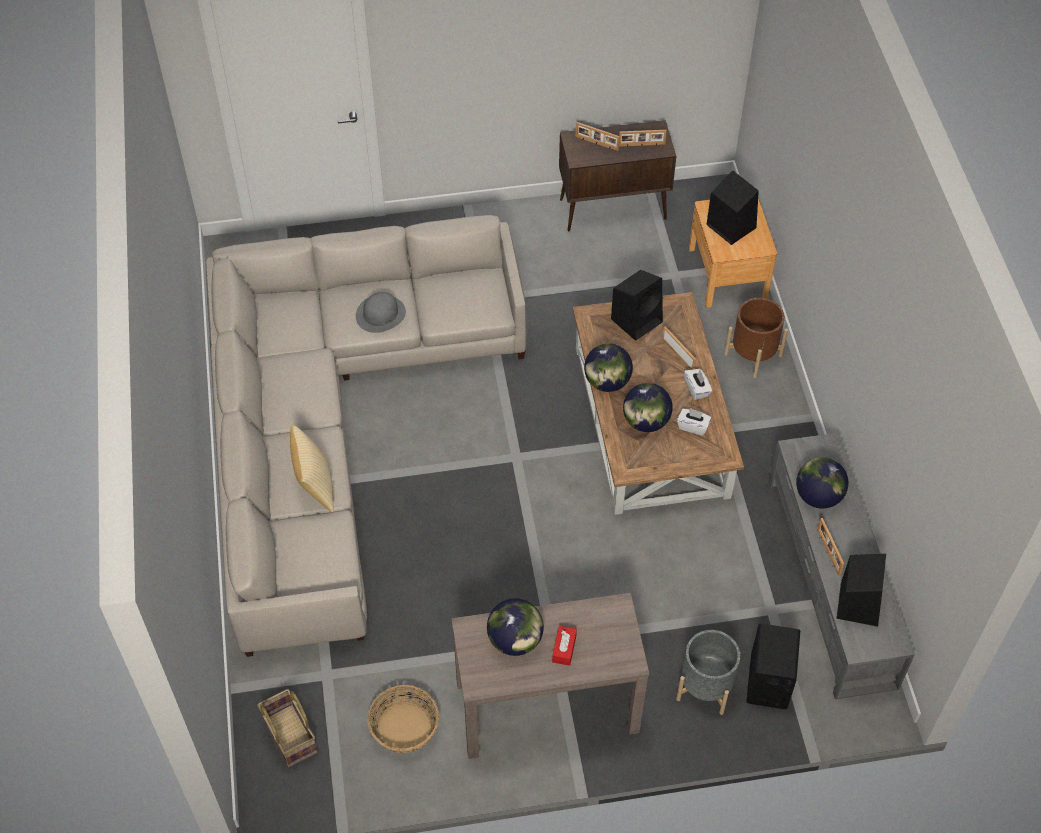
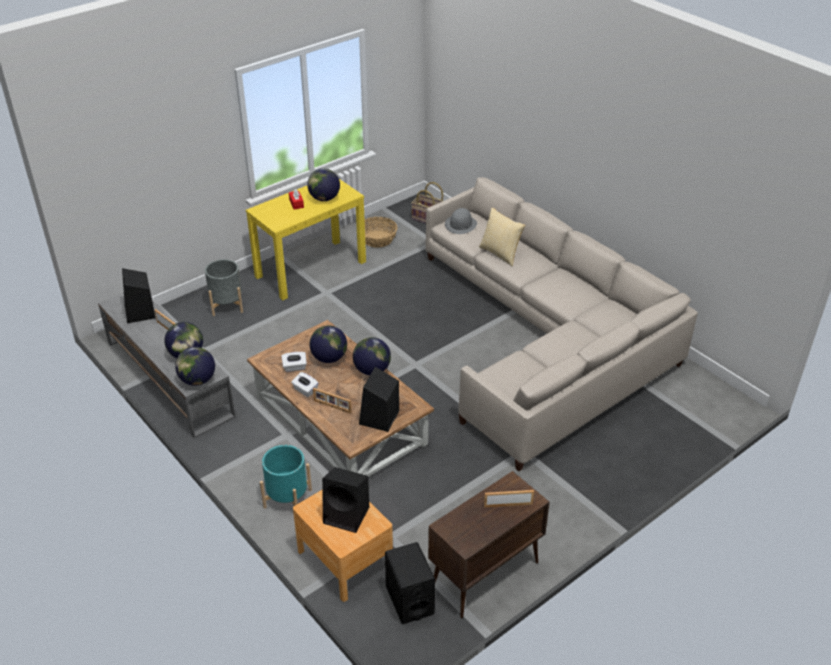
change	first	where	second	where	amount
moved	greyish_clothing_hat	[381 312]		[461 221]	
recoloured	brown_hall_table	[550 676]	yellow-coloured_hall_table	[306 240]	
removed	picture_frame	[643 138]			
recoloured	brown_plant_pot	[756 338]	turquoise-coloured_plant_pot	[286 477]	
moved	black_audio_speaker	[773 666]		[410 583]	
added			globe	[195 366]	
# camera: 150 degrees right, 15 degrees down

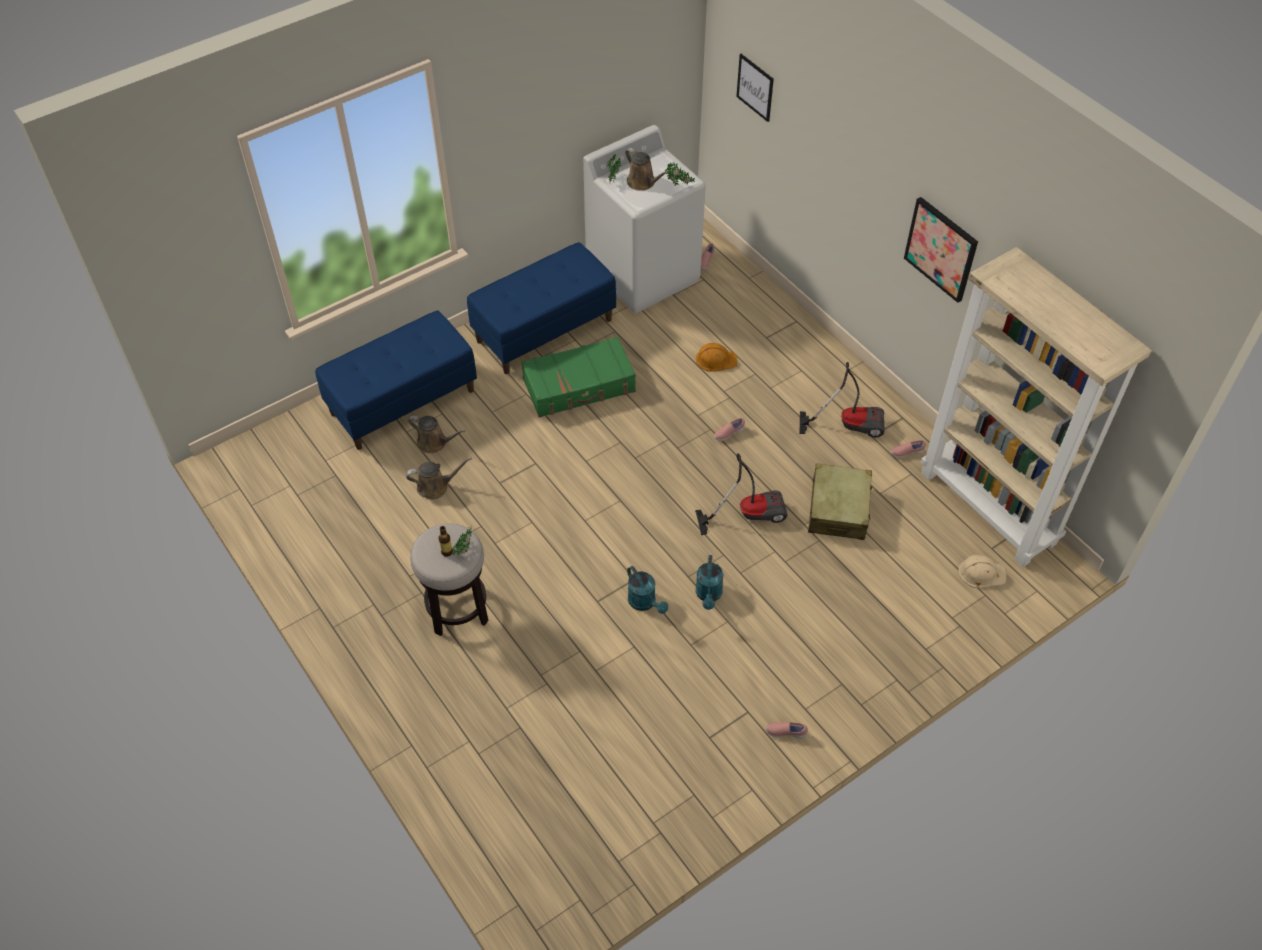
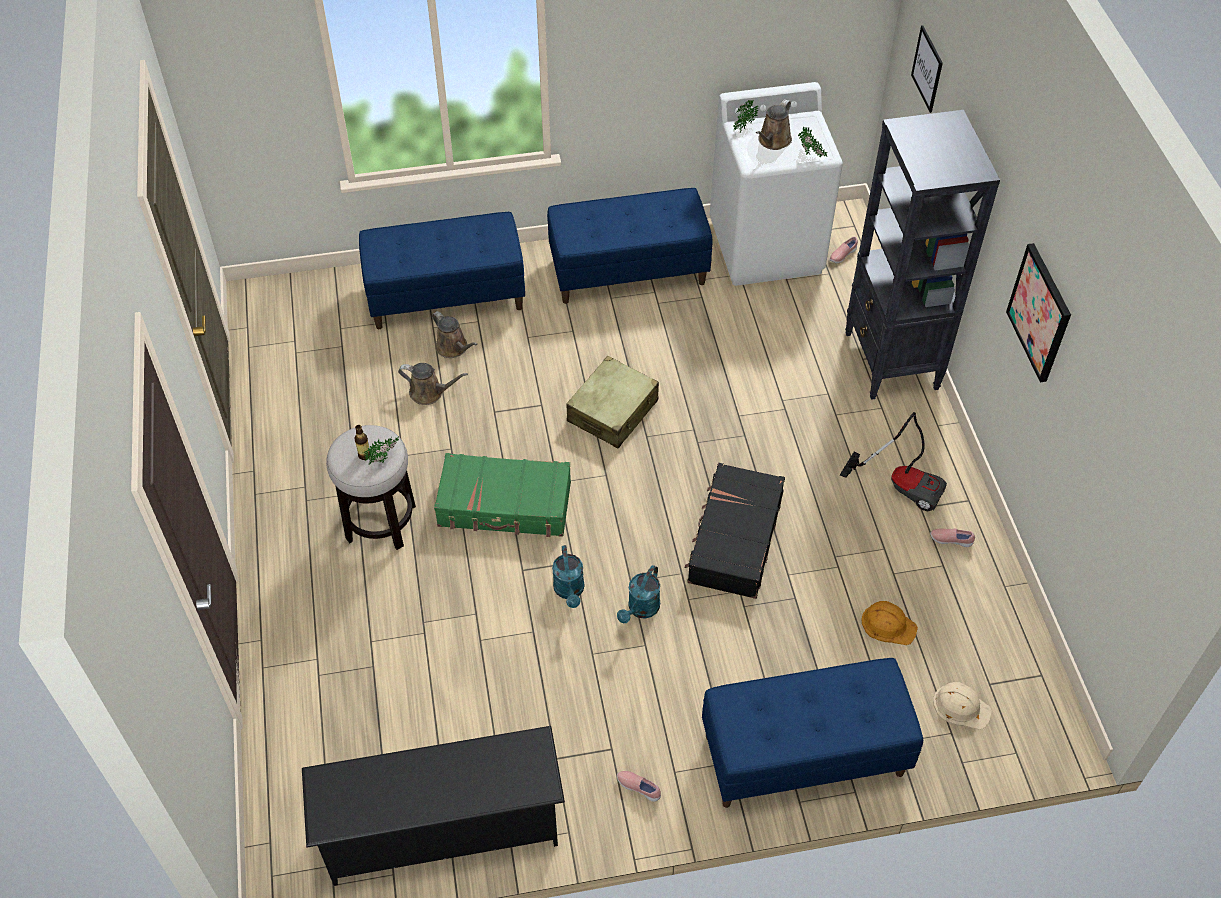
change	first	where	second	where	amount
moved	green-coloured_travel_case	[578 377]		[502 495]	
turned	brown_sprinkling_can	[646 169]		[774 124]	45 degrees clockwise
replaced	vacuum_cleaner	[741 494]	black_travel_case	[735 531]	
moved	orange_hard_hat	[717 357]		[889 623]	
removed	pink_item_of_footwear	[729 429]			
moved	beige-coloured_travel_case	[840 501]		[612 402]	
removed	beige-coloured_bookshelf	[1036 407]			
added			black_shoe_stand	[433 806]	
added			blue-coloured_indoor_bench	[812 733]	
added			black_bookshelf	[922 255]	
# camera: 25 degrees right, 0 degrees up

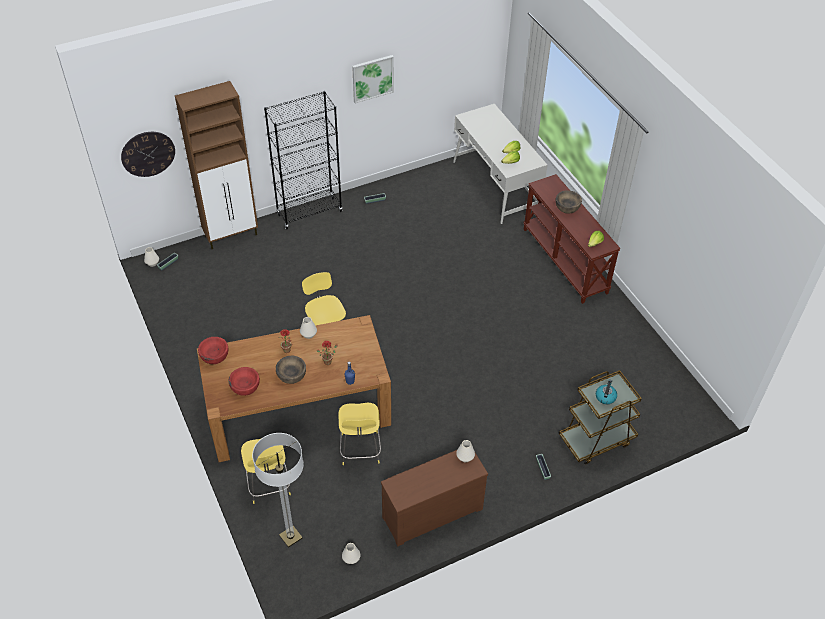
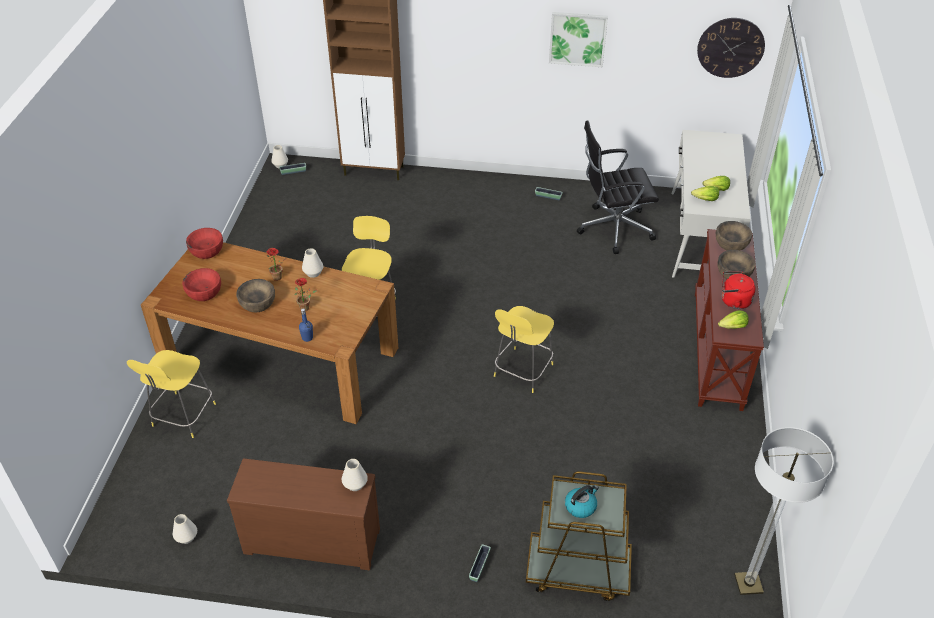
change	first	where	second	where	amount
moved	clock_on_the_wall	[148 154]		[731 48]	
moved	standing_lamp	[278 490]		[784 511]	
removed	black_bookshelf	[303 160]			
moved	yellow-coloured_sitting_stool	[359 434]		[524 349]	
added			black_computer_chair	[618 187]	
added			brown_serving_bowl	[734 235]	
added			red-coloured_kettle	[739 290]	
# camera: 35 degrees right, 5 degrees down

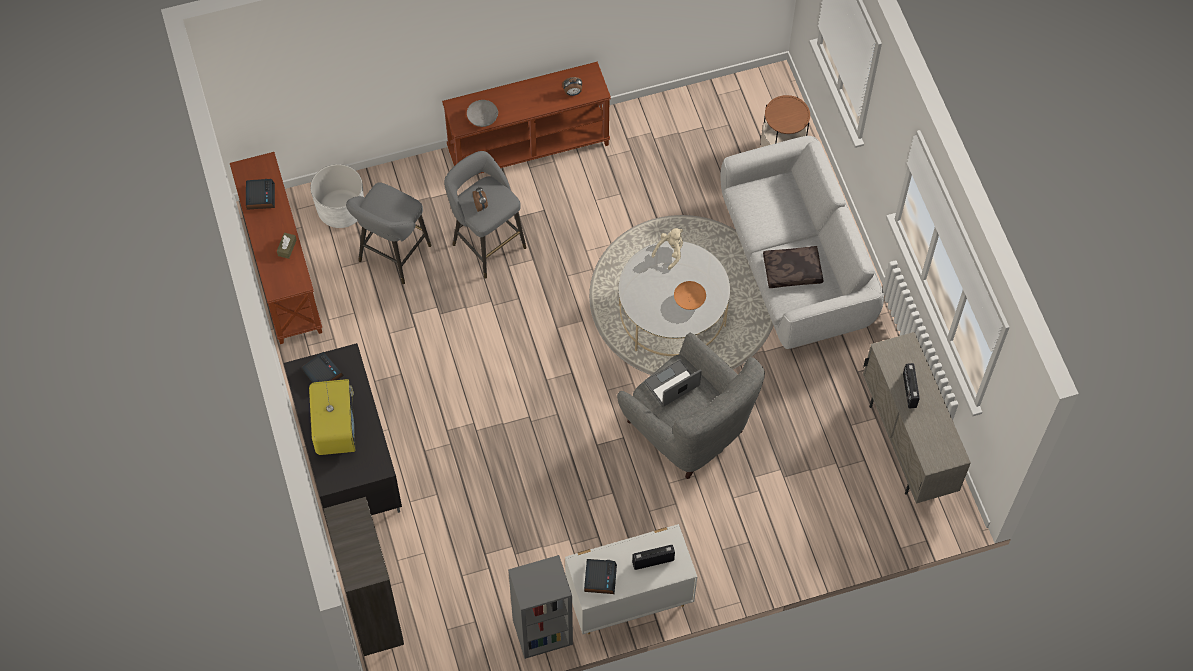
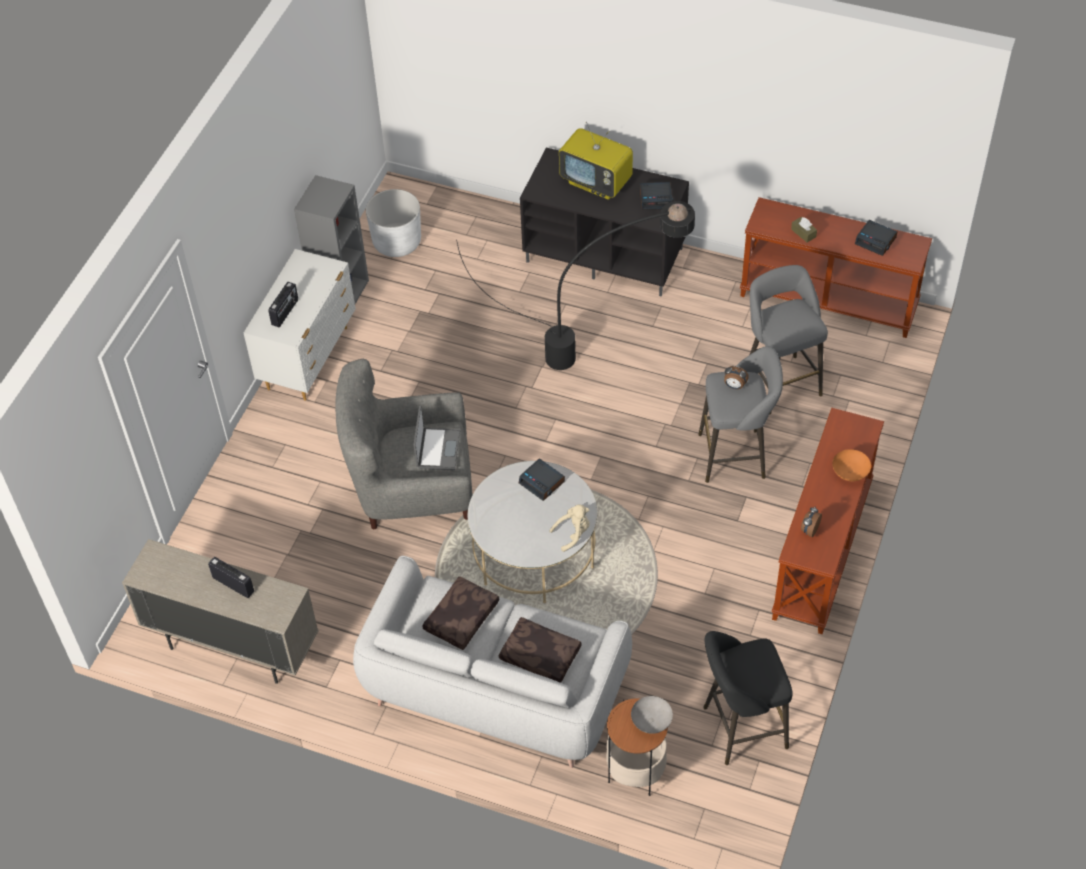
change	first	where	second	where	amount
moved	white_plant_pot	[337 196]		[393 223]	
removed	brown_bookshelf	[364 576]			
moved	greyish_serving_bowl	[482 113]		[652 715]	
moved	alarm_clock	[600 576]		[542 479]	
turned	beige-coloured_plush_toy	[667 249]		[569 528]	105 degrees counterclockwise
moved	orange_serving_bowl	[690 295]		[851 465]	
added			black_standing_lamp	[575 285]	
added			brown_cushion	[540 650]	
added			black_sitting_stool	[748 698]	
# camera: 130 degrees right, 10 degrees down

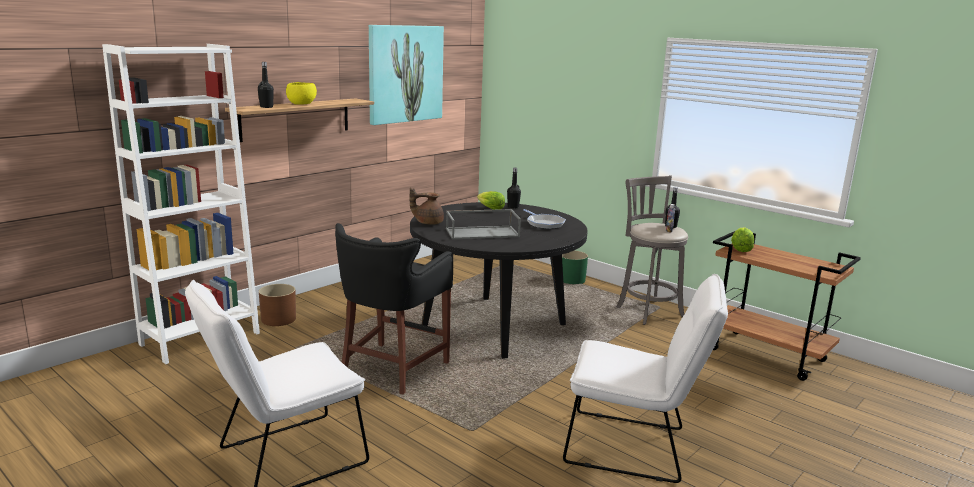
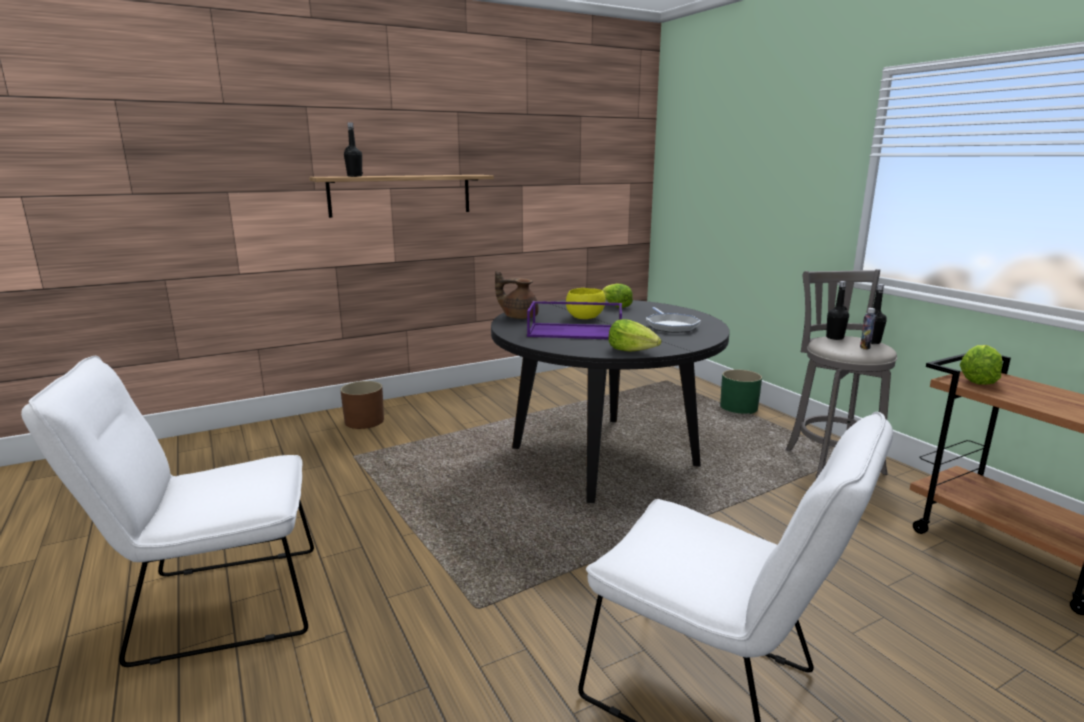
change	first	where	second	where	amount
removed	white_bookshelf	[181 204]			
moved	yellow-coloured_serving_bowl	[301 93]		[586 303]	
removed	black_sitting_stool	[394 309]			
removed	picture	[406 75]			
recoloured	greyish_tray	[483 224]	purplish_tray	[574 320]	
moved	black_drink_bottle	[514 188]		[837 310]	
added			head_of_lettuce	[635 335]	
# camera: 20 degrees right, 0 degrees up

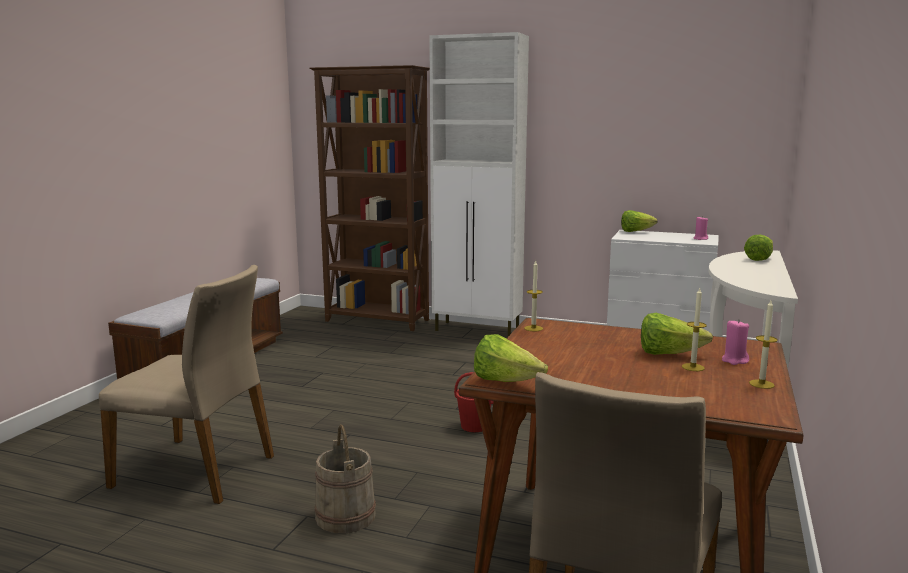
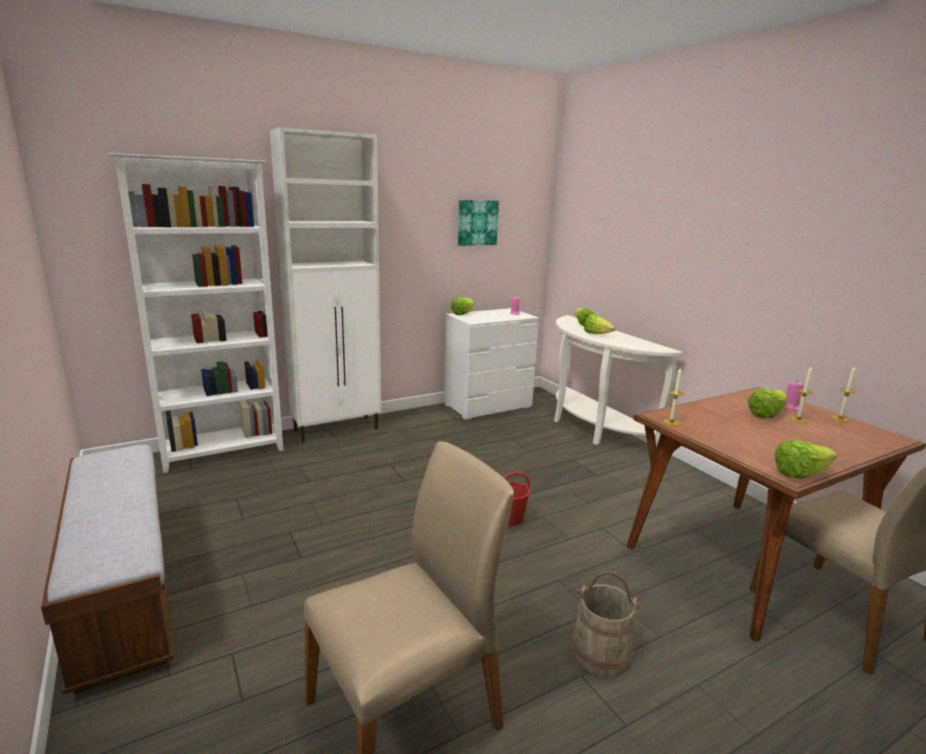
change	first	where	second	where	amount
recoloured	brown_bookshelf	[369 198]	white_bookshelf	[195 313]	
added			picture	[478 223]	
added			head_of_lettuce	[600 324]	
# camera: 50 degrees left, 5 degrees up

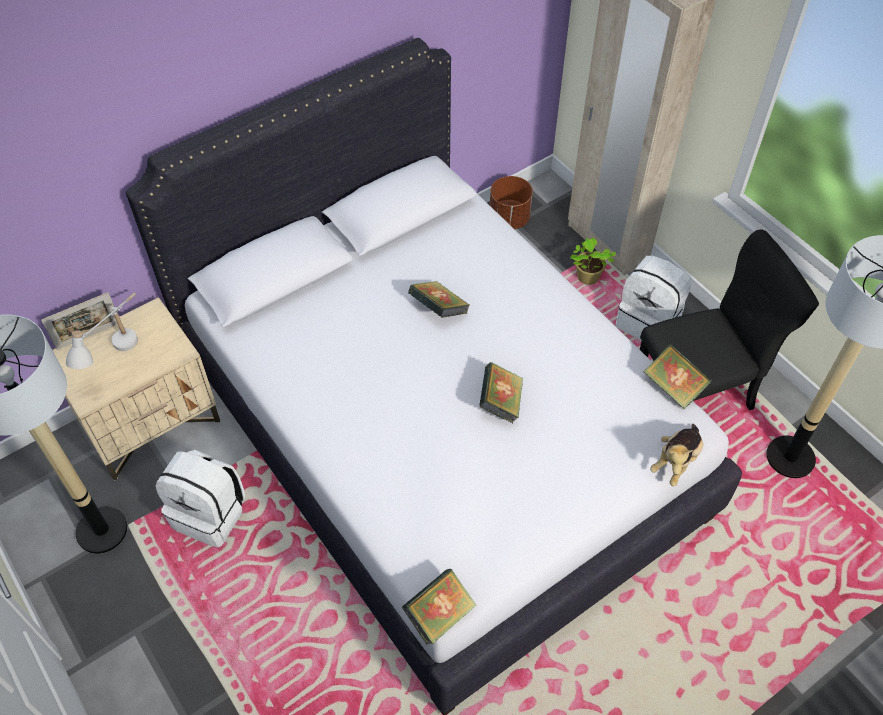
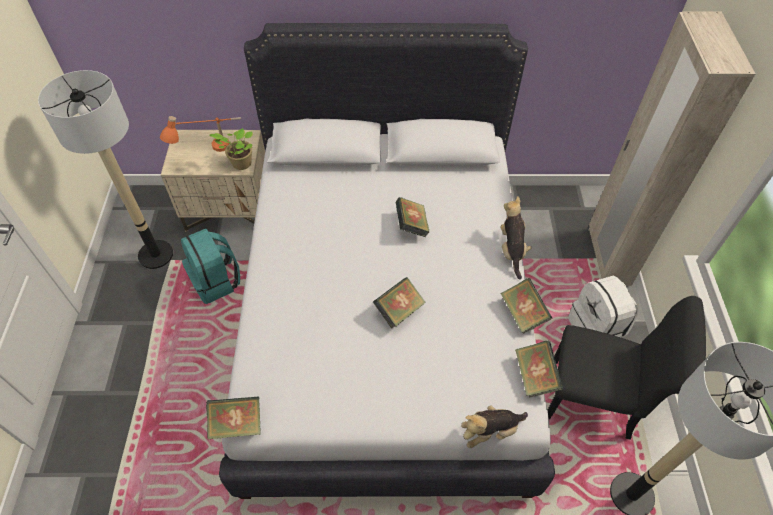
change	first	where	second	where	amount
removed	picture_frame	[79 321]			
recoloured	white_tabletop_lamp	[102 330]	orange_tabletop_lamp	[200 134]	
recoloured	white_backpack	[200 498]	turquoise-coloured_backpack	[210 266]	
removed	brown_plant_pot	[511 202]			
moved	houseplant	[593 261]		[231 149]	
added			bound_book	[526 306]	
added			plush_toy	[516 238]	
# camera: 35 degrees right, 0 degrees up

